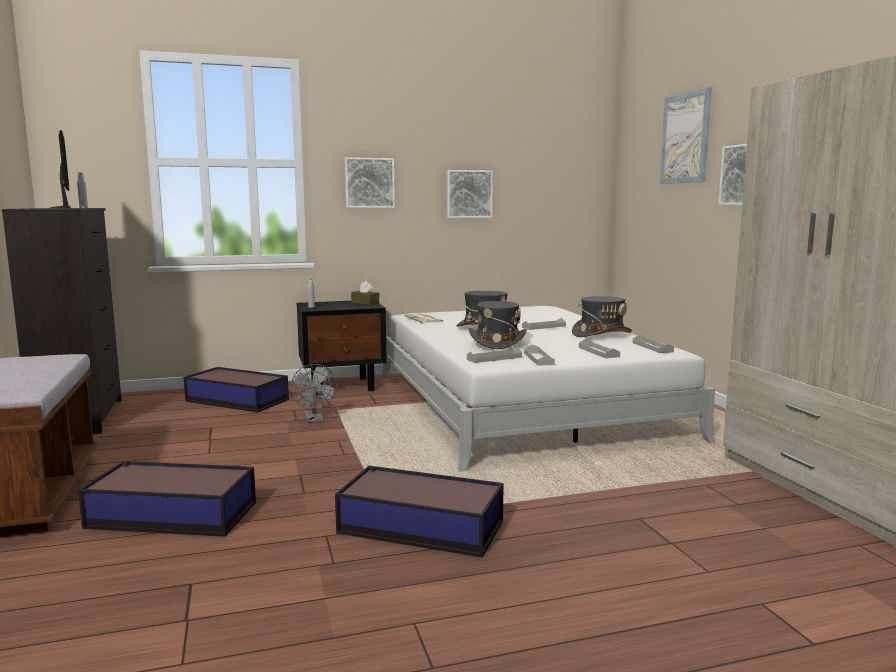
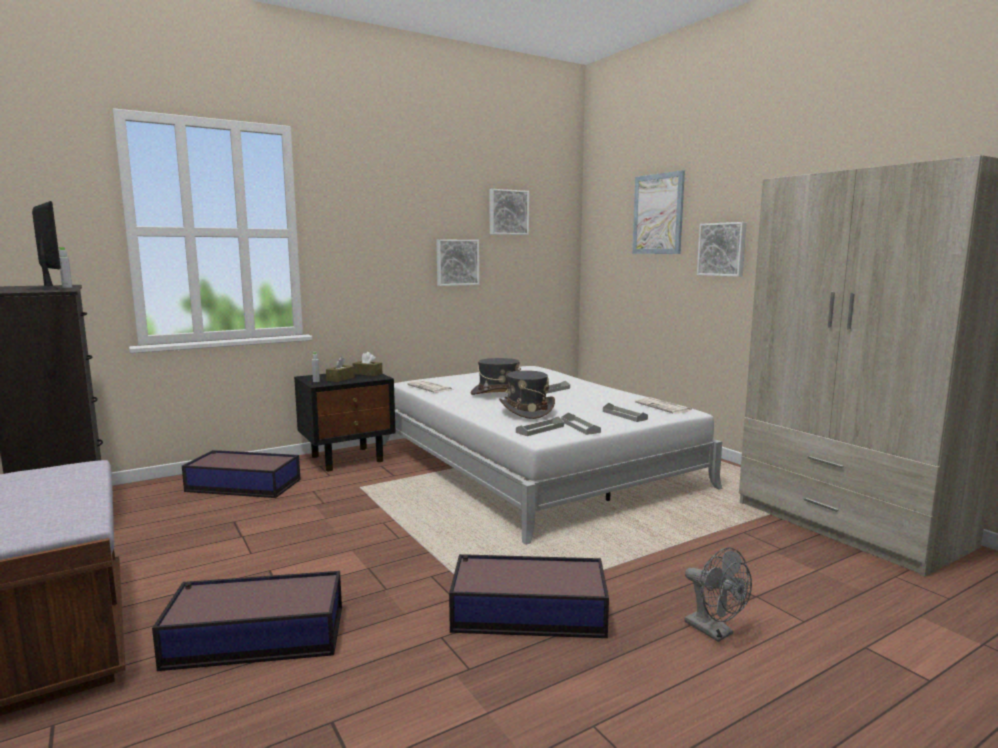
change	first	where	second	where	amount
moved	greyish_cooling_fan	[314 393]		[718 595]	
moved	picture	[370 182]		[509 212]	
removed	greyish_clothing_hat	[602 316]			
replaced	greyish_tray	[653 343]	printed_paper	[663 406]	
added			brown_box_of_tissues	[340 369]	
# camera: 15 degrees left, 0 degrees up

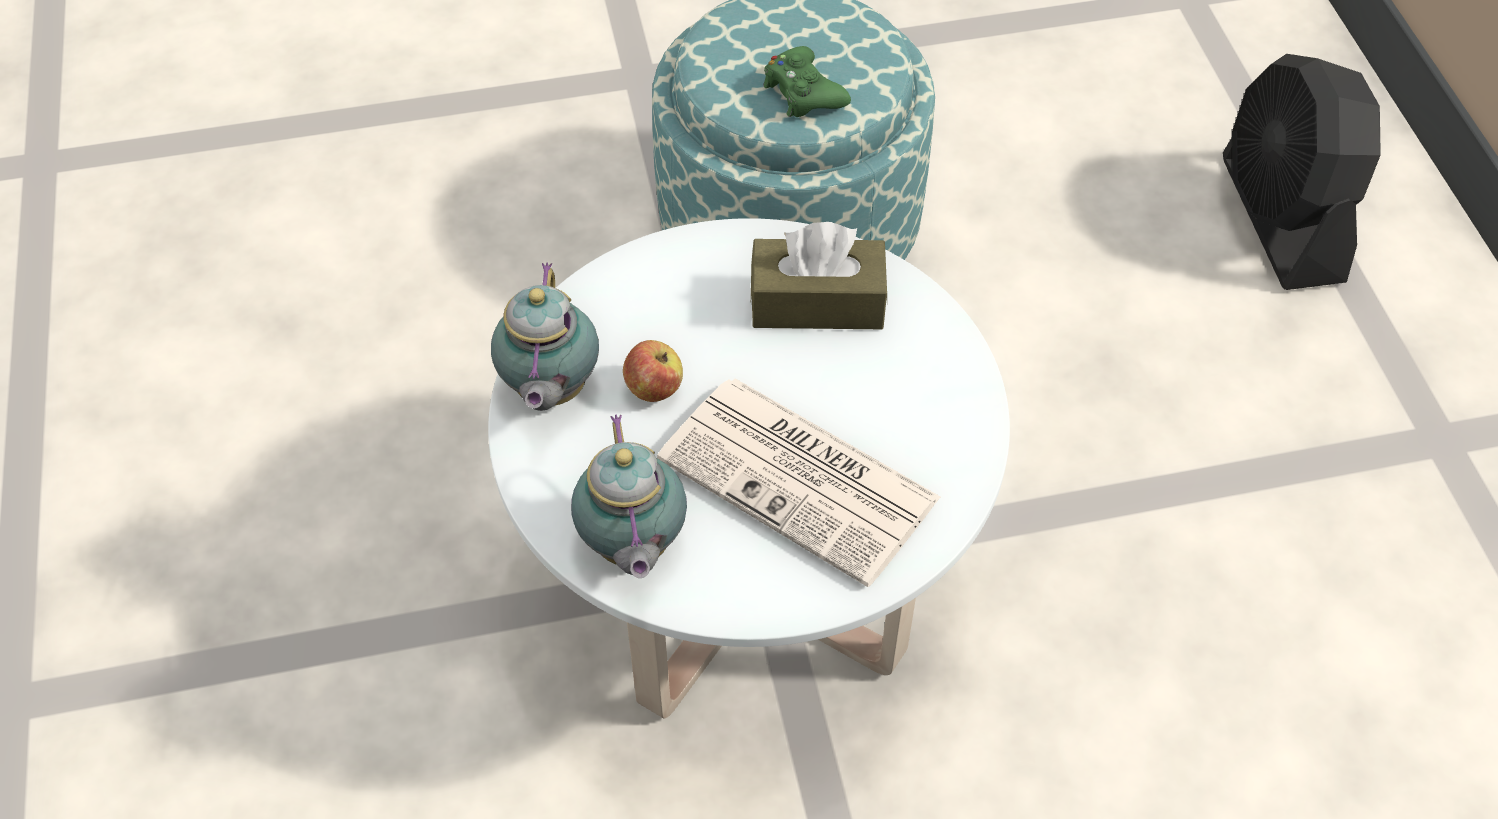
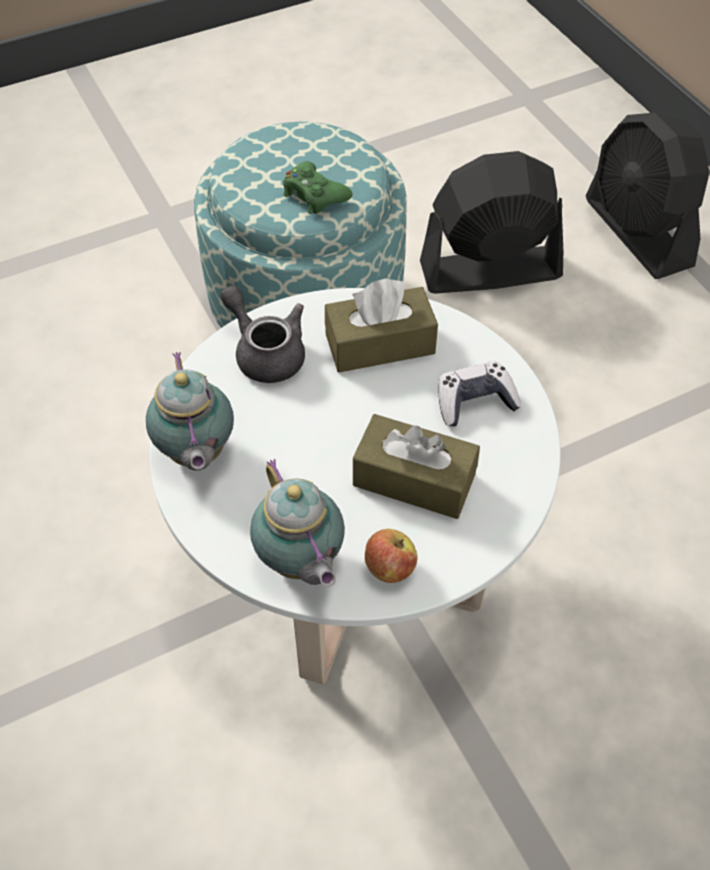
change	first	where	second	where	amount
moved	apple_fruit	[653 371]		[391 556]	
replaced	printed_paper	[799 482]	brown_box_of_tissues	[416 466]	
added			greyish_tea_pot	[263 334]	
added			black_cooling_fan	[491 222]	
added			gamepad	[480 394]	
# camera: 15 degrees left, 0 degrees up

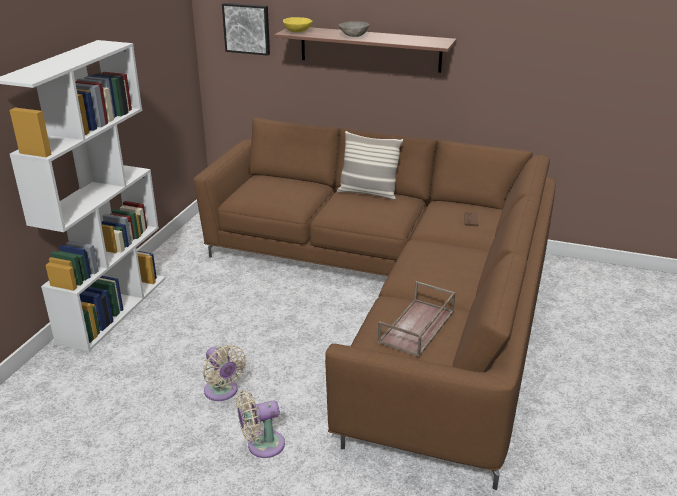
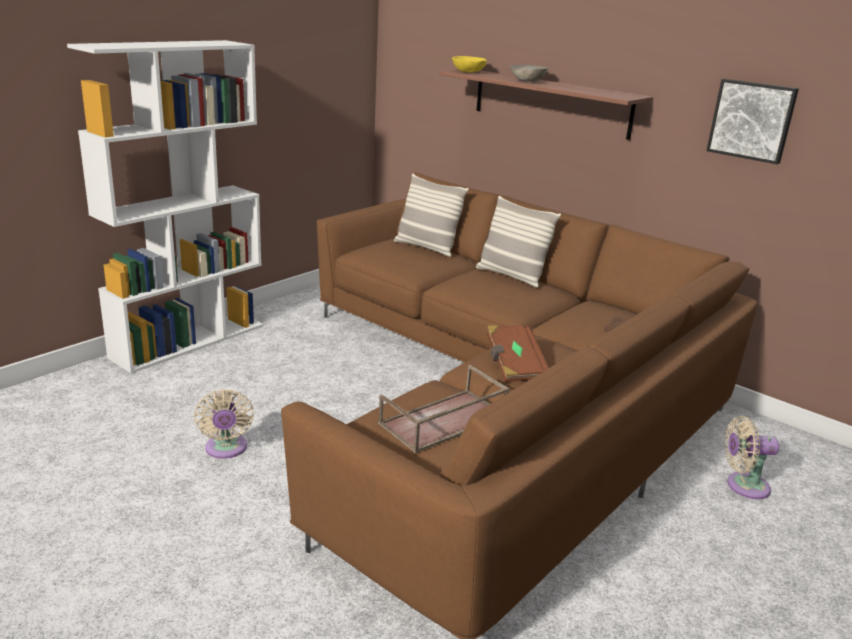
change	first	where	second	where	amount
moved	picture	[246 29]		[752 121]	
moved	beige-coloured_cooling_fan	[260 424]		[751 457]	
added			cushion	[431 215]	
added			brown_bound_book	[518 353]	
# camera: 20 degrees right, 5 degrees down

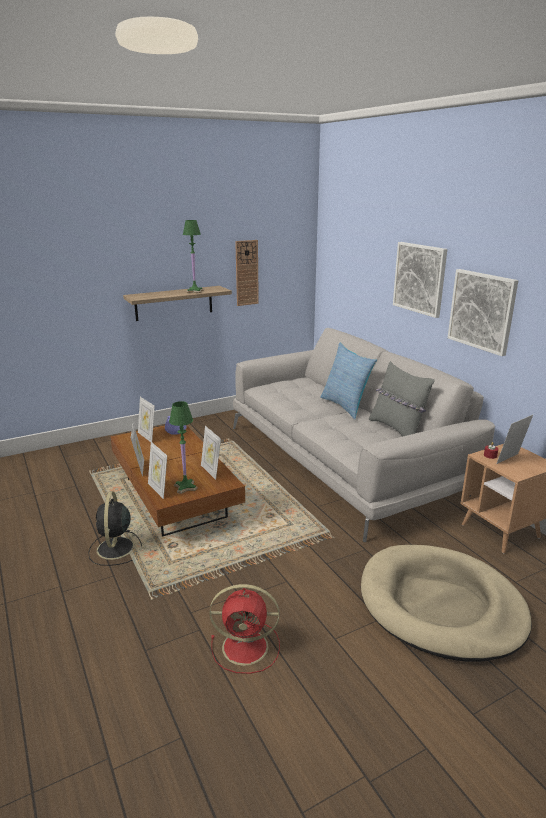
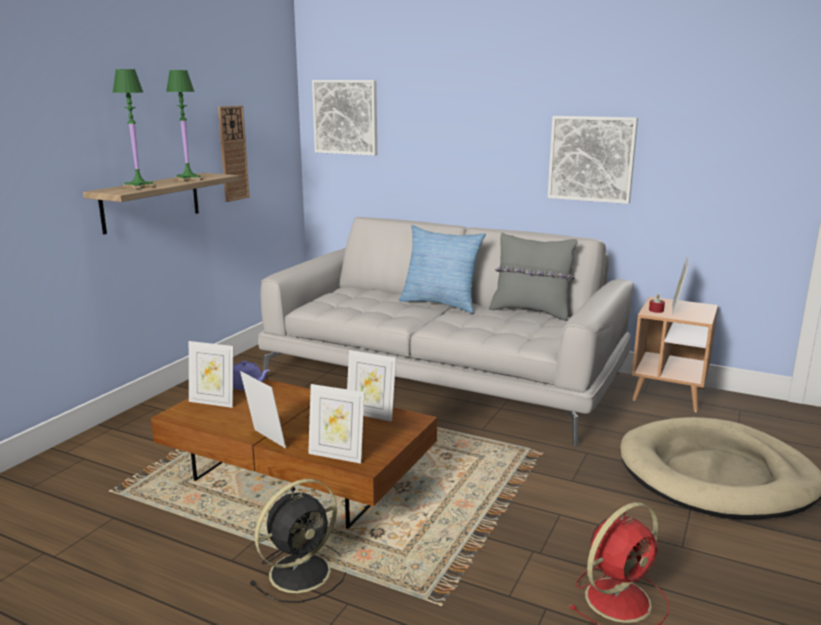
change	first	where	second	where	amount
turned	black_cooling_fan	[115 529]		[298 541]	90 degrees counterclockwise
moved	green-coloured_tabletop_lamp	[183 447]		[133 129]	
moved	picture	[420 280]		[344 118]	
# camera: 35 degrees left, 5 degrees down

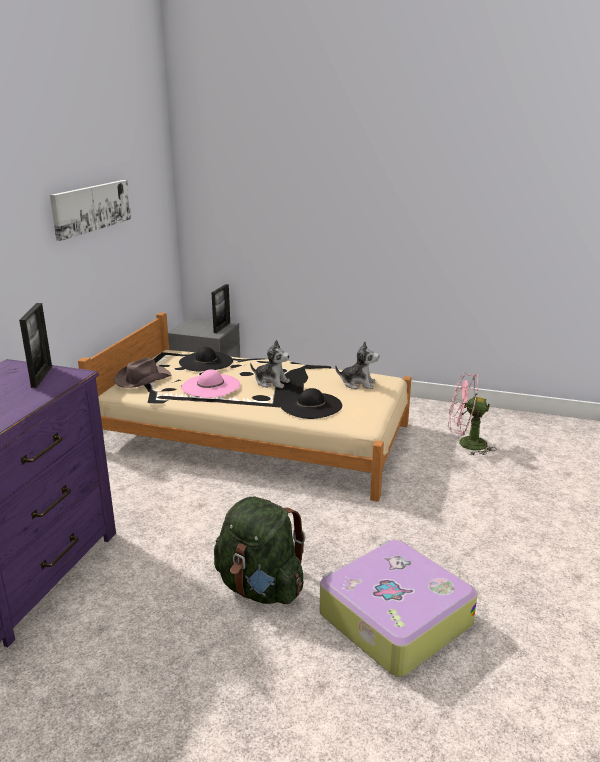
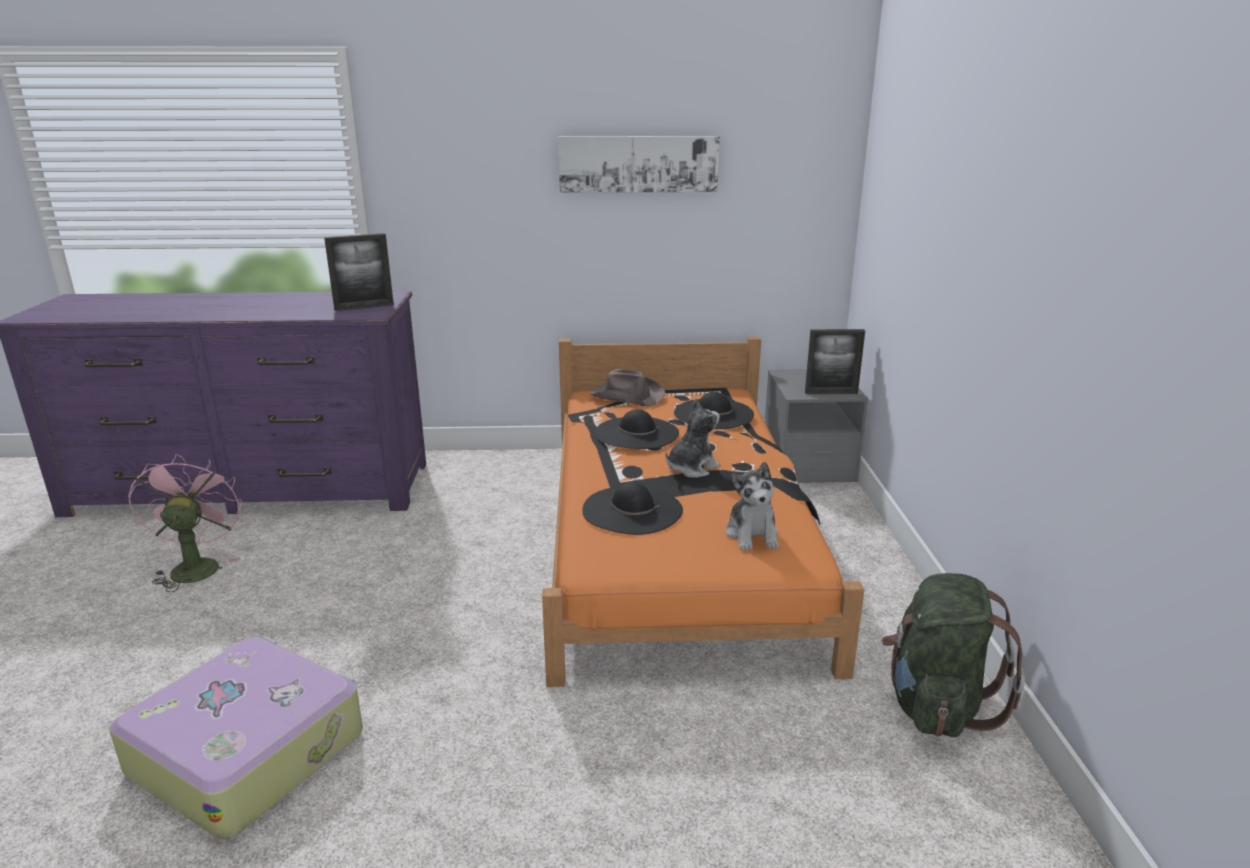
change	first	where	second	where	amount
recoloured	beige-coloured_bed	[244 407]	orange_bed	[703 512]	
recoloured	pink_clothing_hat	[210 383]	black_clothing_hat	[637 429]	
moved	green-coloured_backpack	[260 550]		[953 655]	
turned	plush_toy	[270 364]		[692 438]	135 degrees counterclockwise
moved	pink_cooling_fan	[471 414]		[185 523]	
# camera: 70 degrees right, 0 degrees up

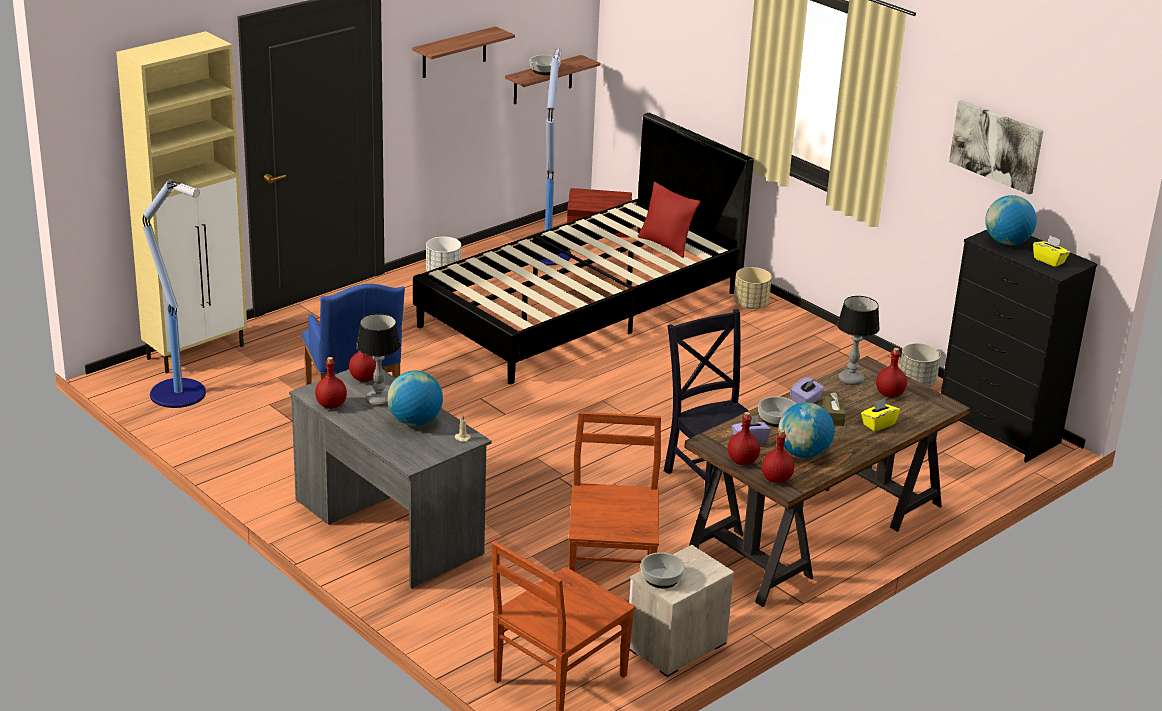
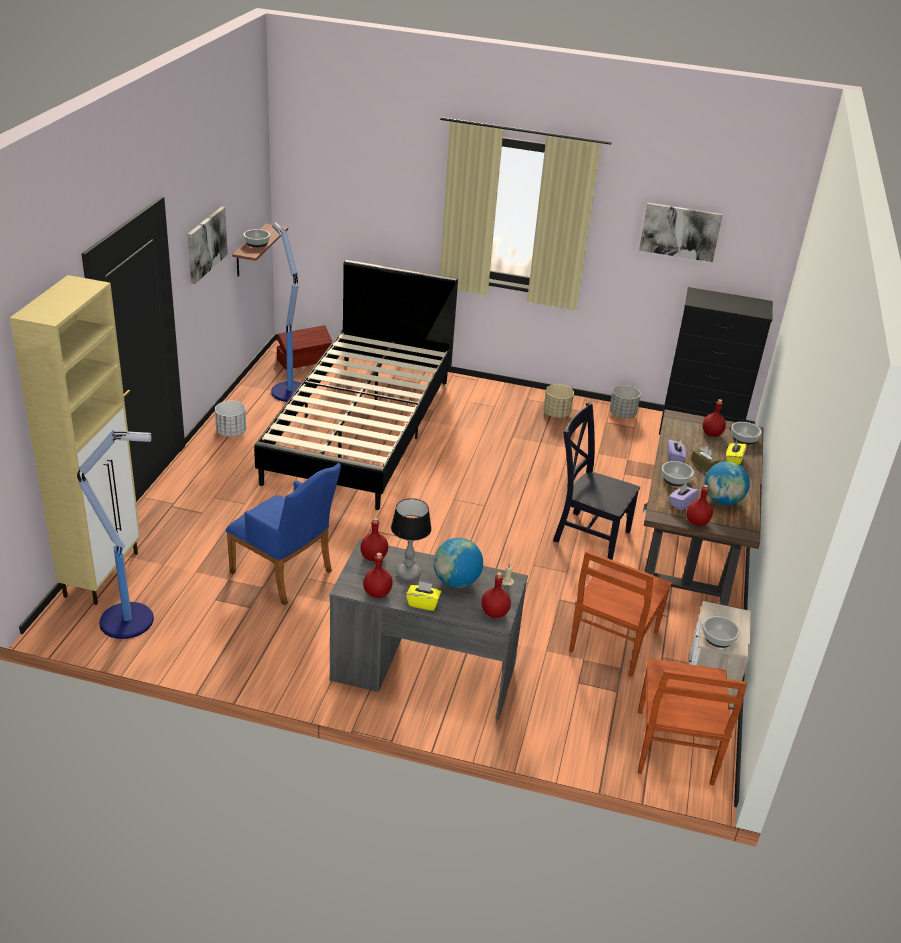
change	first	where	second	where	amount
replaced	shelf	[463 52]	picture	[208 245]	
turned	brown_plain_chair	[615 492]		[620 614]	120 degrees counterclockwise
removed	red-coloured_cushion	[669 220]			
moved	beige-coloured_plant_pot	[753 288]		[558 401]	
moved	red-coloured_drink_bottle	[778 456]		[496 595]	
removed	tabletop_lamp	[858 340]			
removed	globe	[1011 220]			
moved	yellow-coloured_box_of_tissues	[1051 251]		[423 596]	
added			serving_bowl	[746 433]	
# camera: 35 degrees left, 5 degrees up

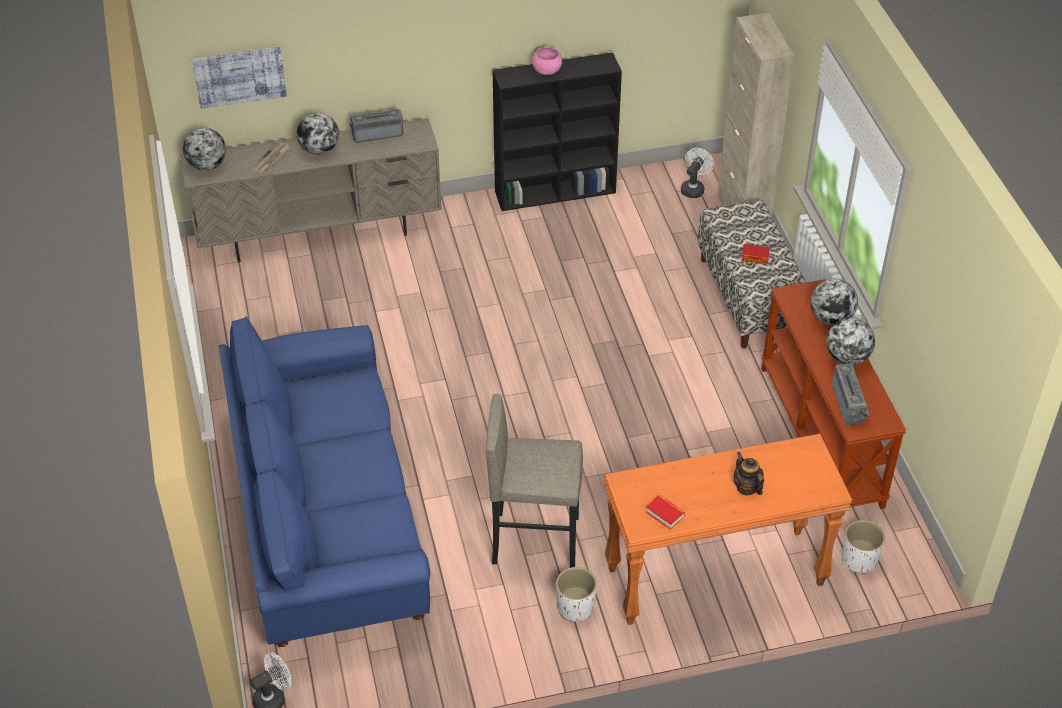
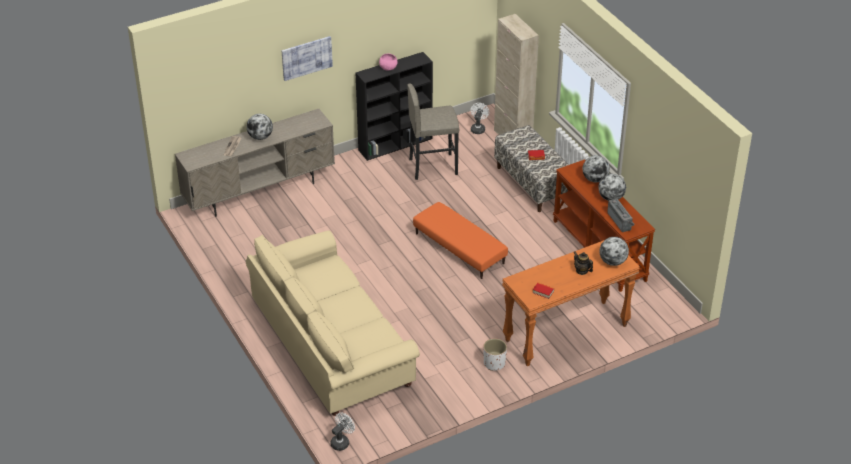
change	first	where	second	where	amount
moved	globe	[204 149]		[614 251]	
moved	picture	[239 78]		[307 58]	
recoloured	blue-coloured_couch	[324 482]	beige-coloured_couch	[333 323]	
removed	radio	[376 125]			
moved	greyish_sitting_stool	[534 481]		[433 131]	
removed	white_plant_pot	[863 547]			
added			orange_pouffe	[460 240]	
# camera: 15 degrees left, 5 degrees down

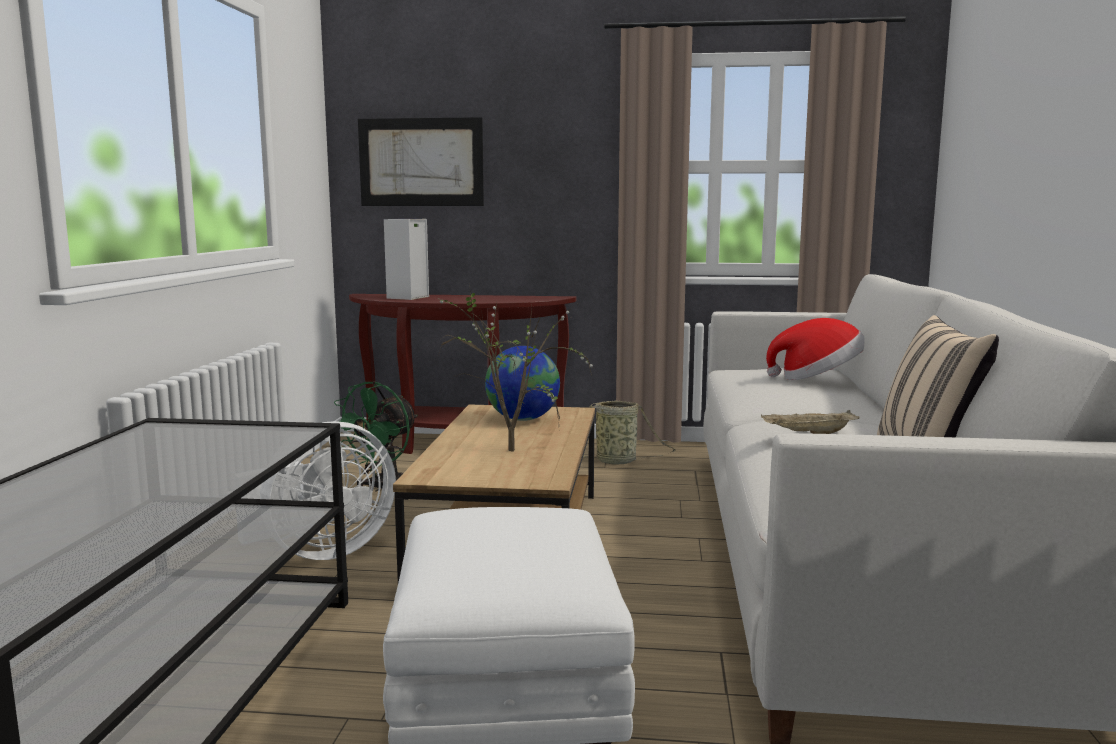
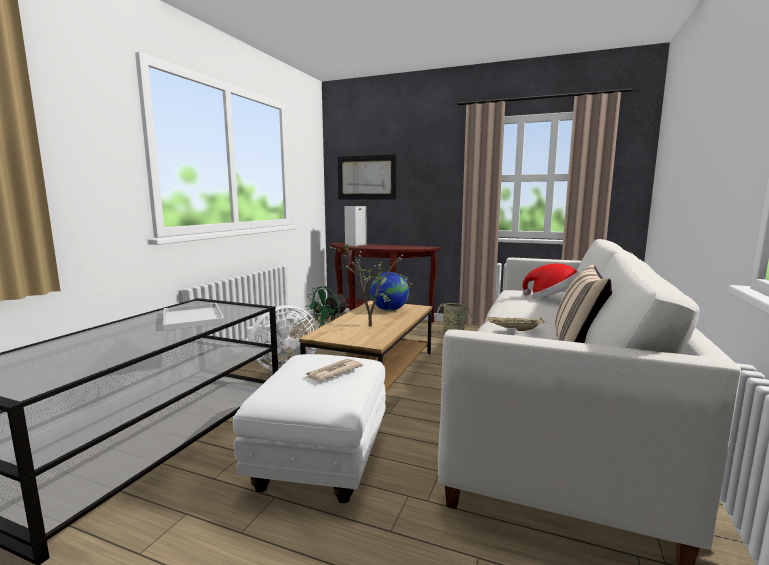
change	first	where	second	where	amount
added			white_tray	[193 317]	
added			printed_paper	[334 370]	
# camera: 15 degrees right, 0 degrees up

